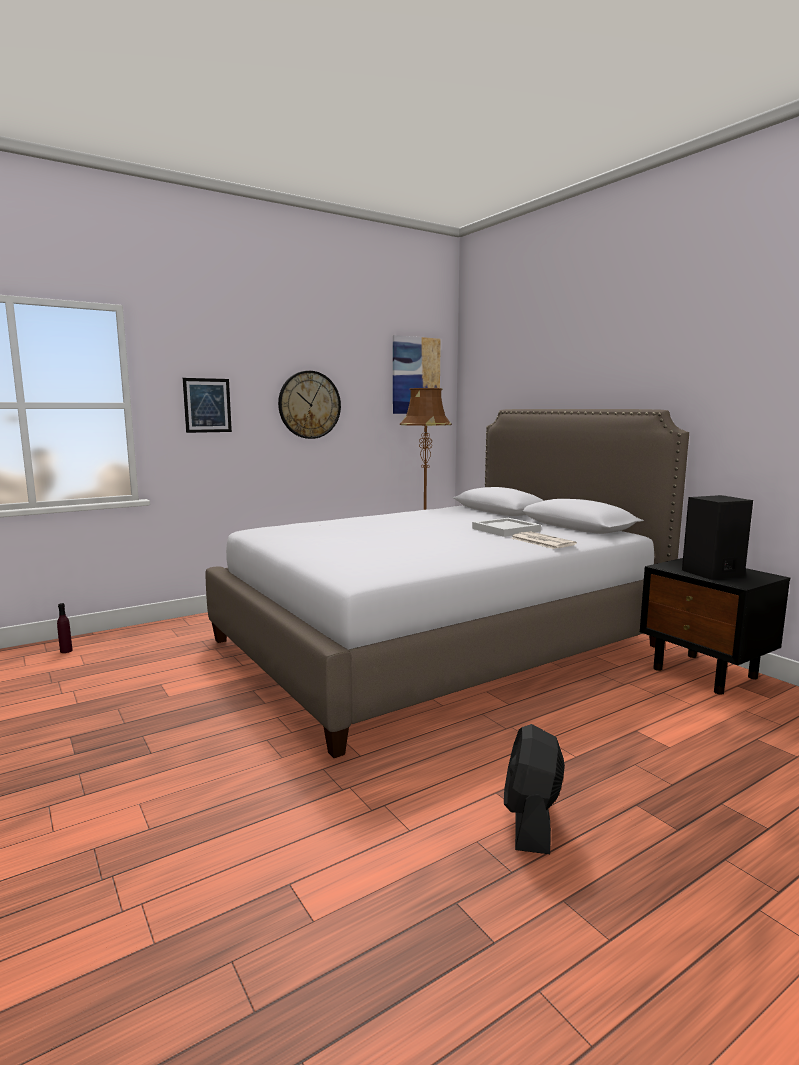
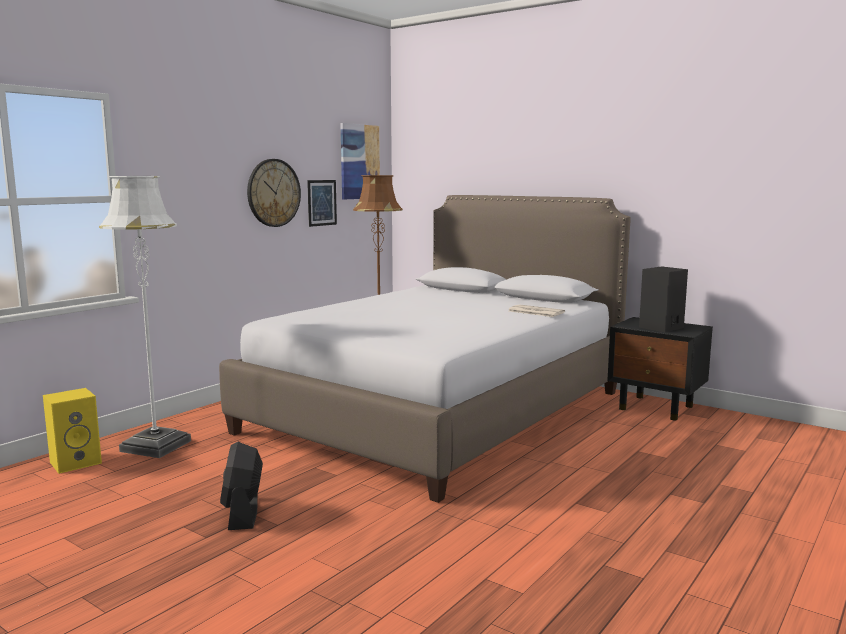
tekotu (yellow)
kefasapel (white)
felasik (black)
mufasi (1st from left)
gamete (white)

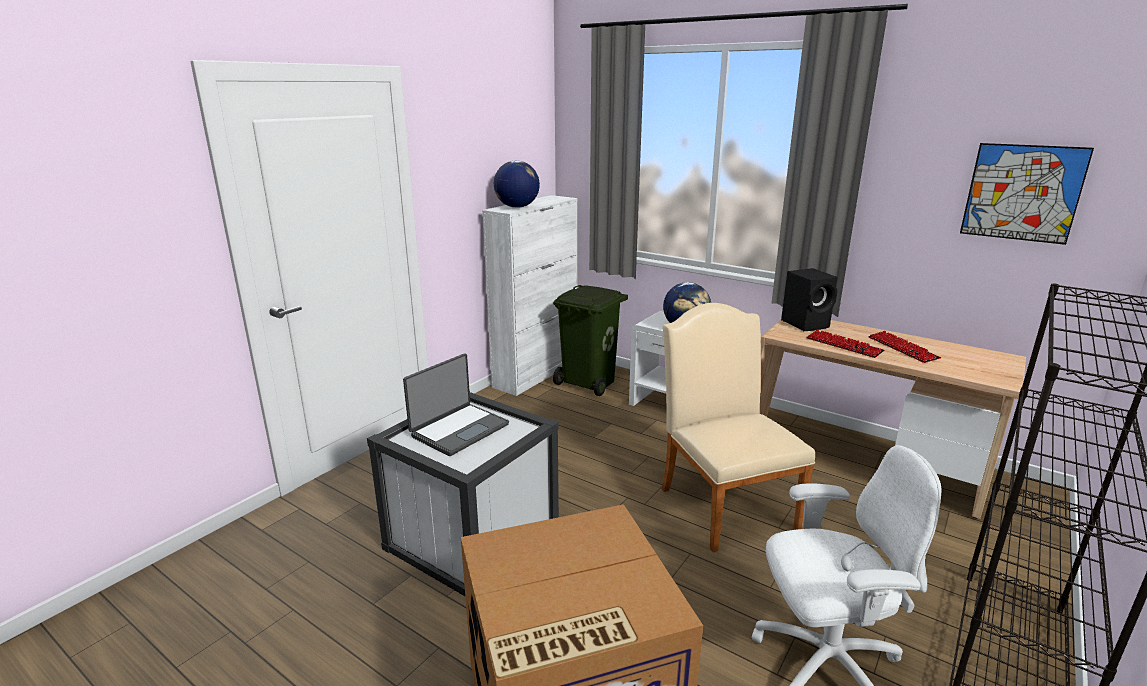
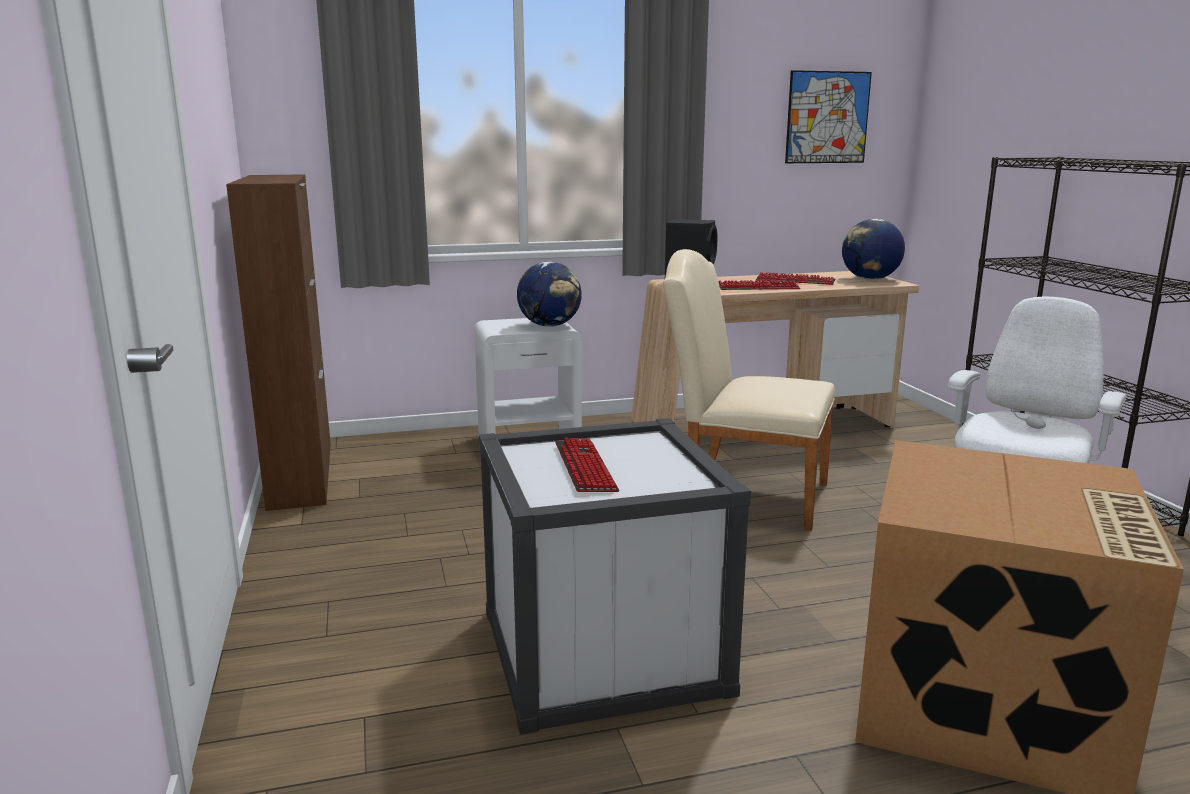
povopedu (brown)
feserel (1st from left)
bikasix (2nd from left)
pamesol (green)

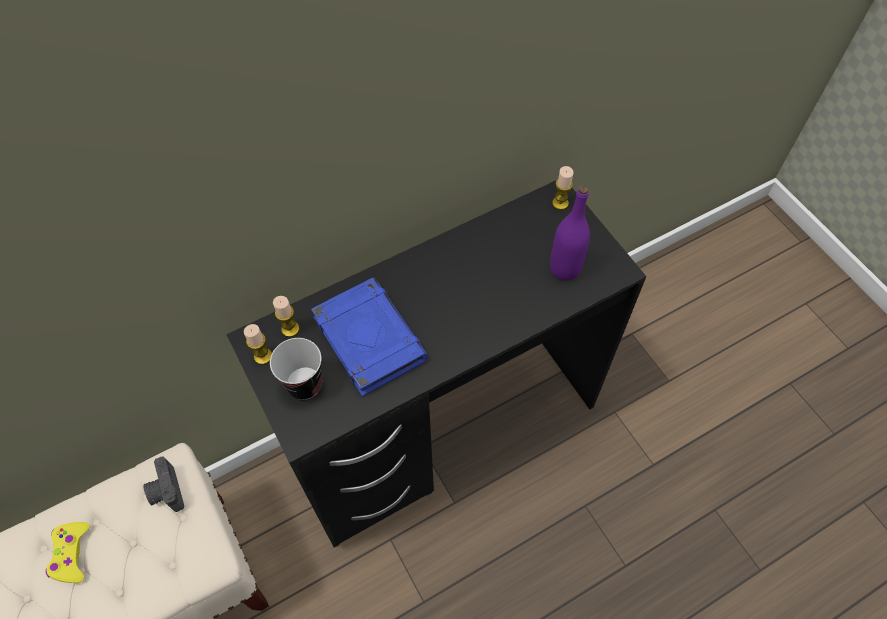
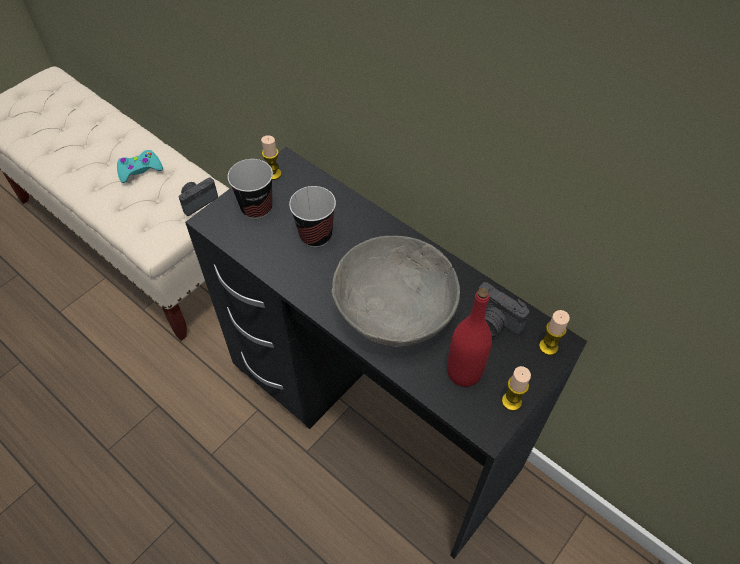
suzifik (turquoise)
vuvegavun (2nd from left)
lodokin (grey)
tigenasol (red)
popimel (2nd from left)
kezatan (2nd from left)

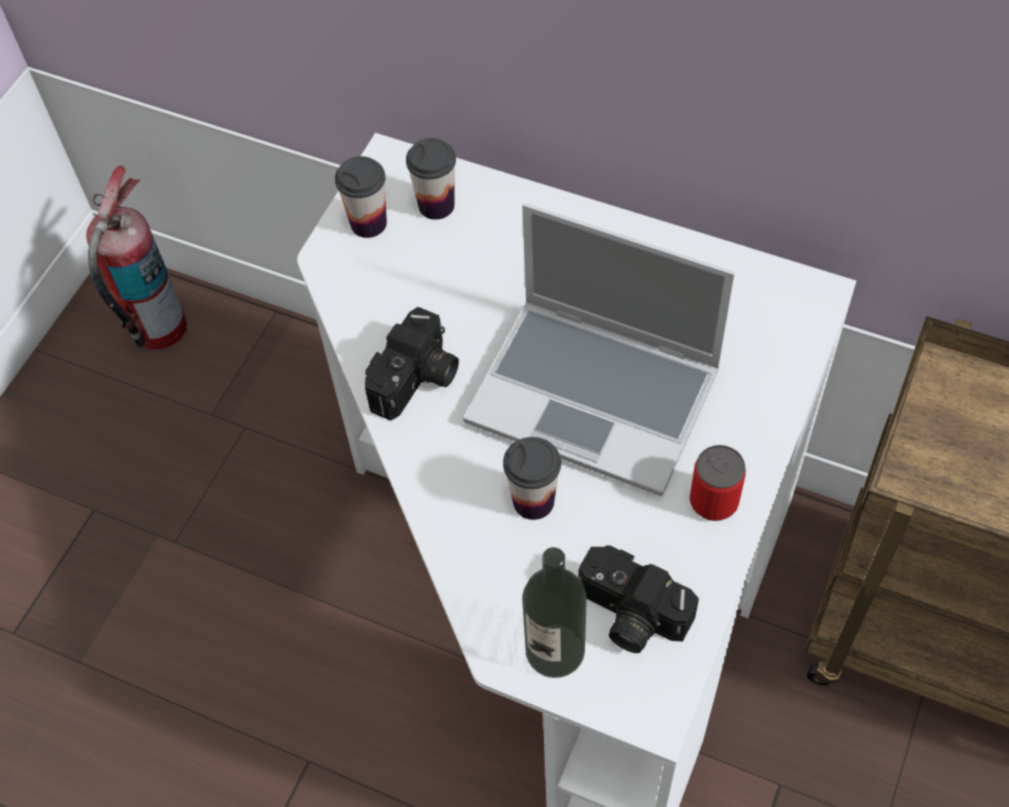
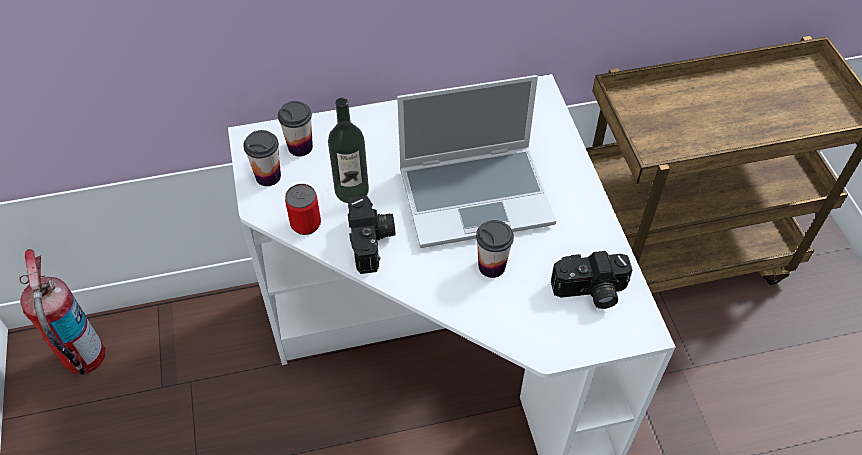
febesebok
tigenasol

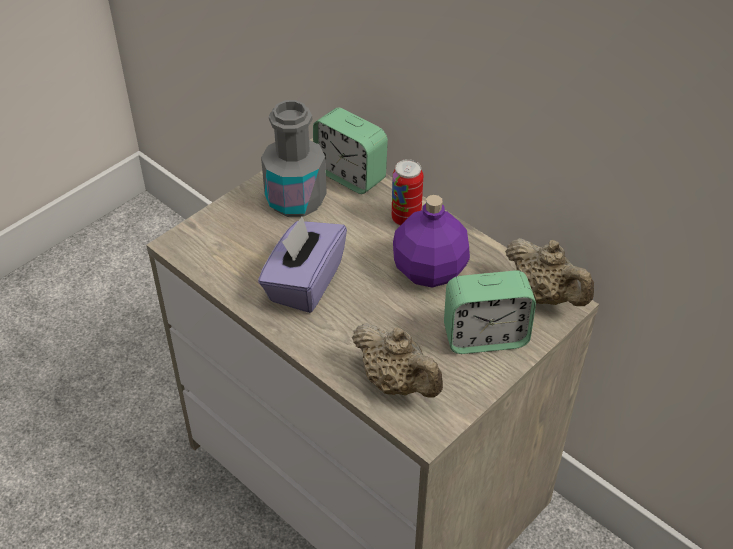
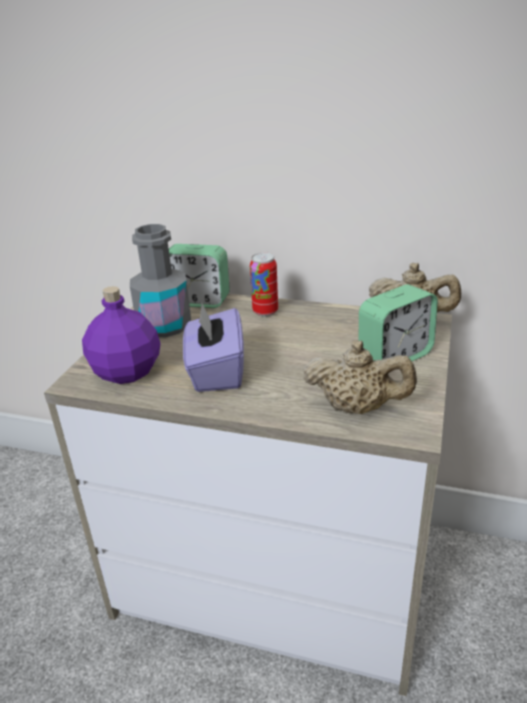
tigenasol (purple)

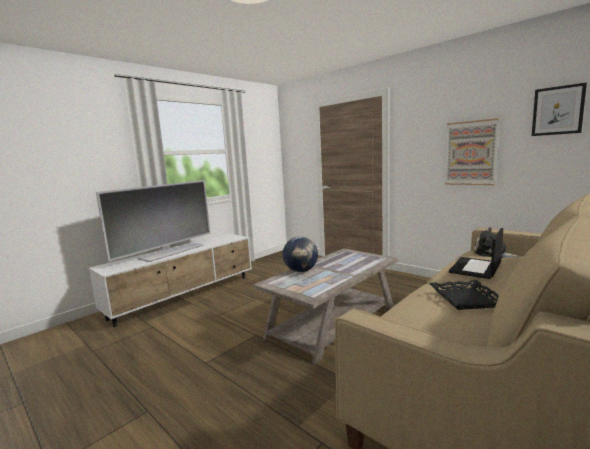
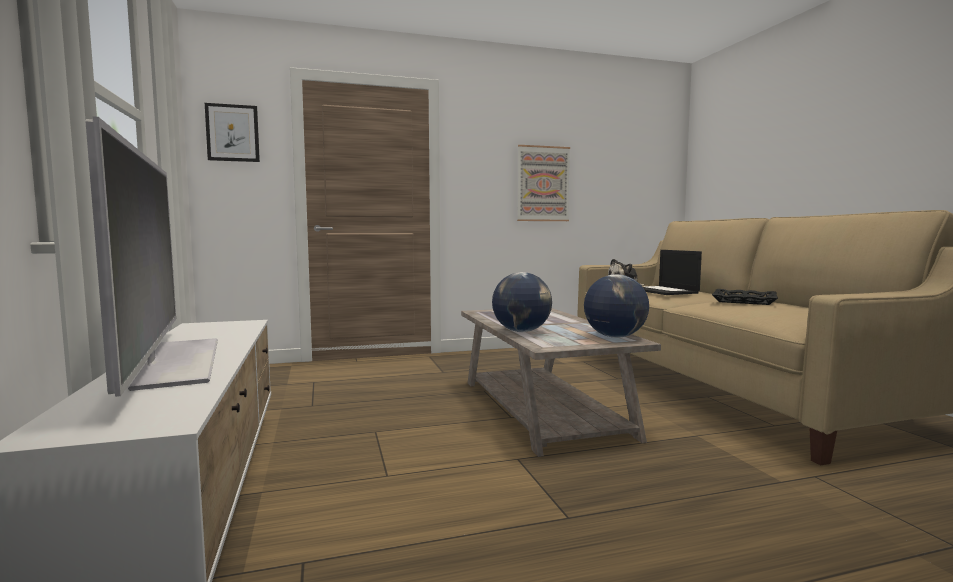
mufasi (1st from left)
bikasix (2nd from left)

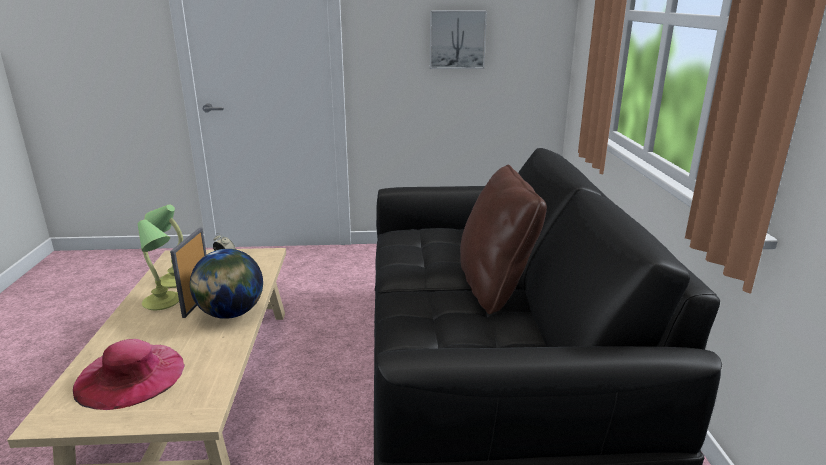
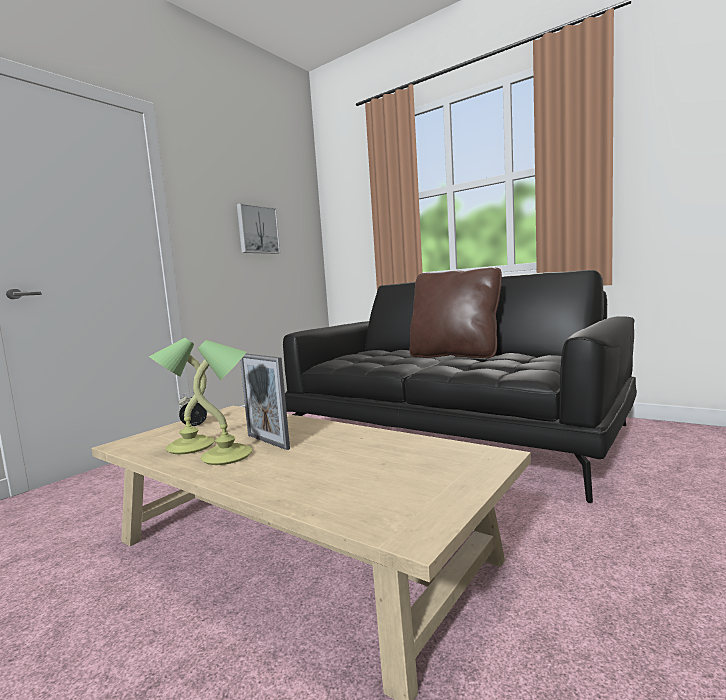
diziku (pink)
bikasix

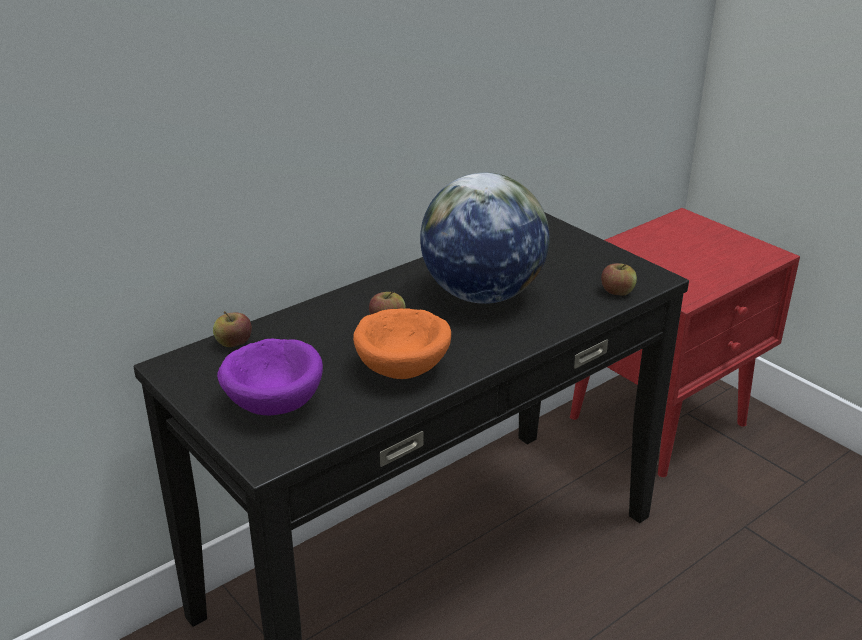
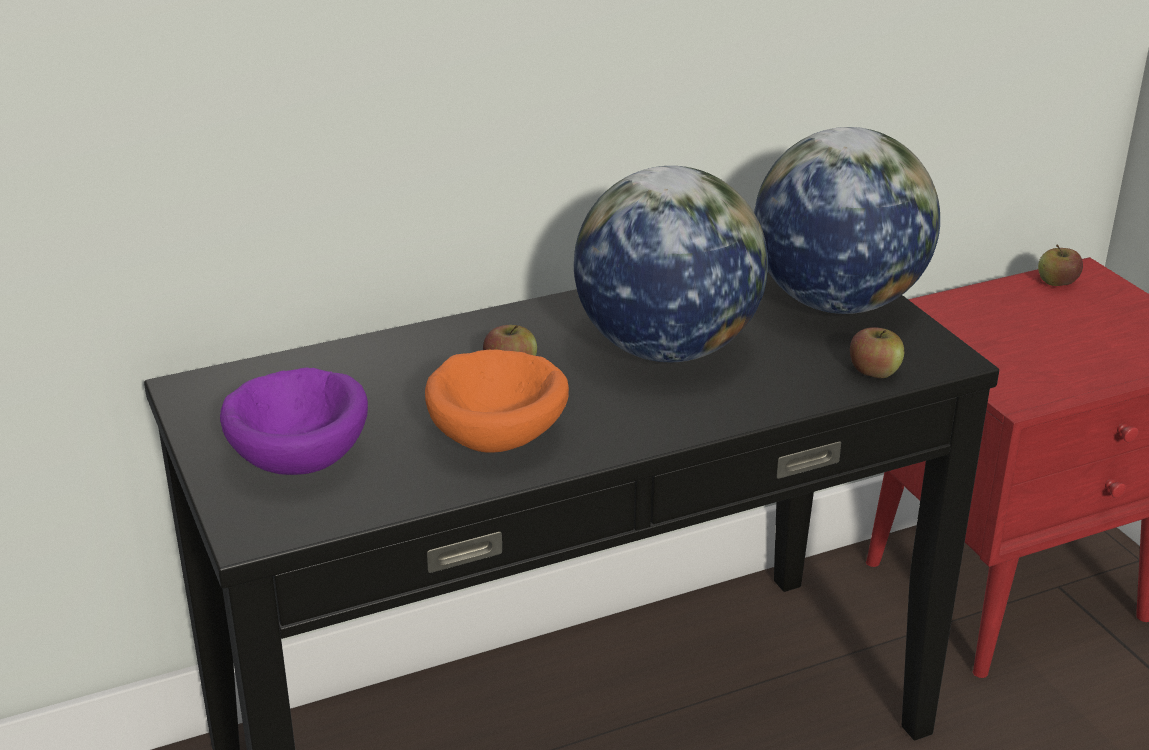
bikasix (2nd from left)
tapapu (3rd from left)

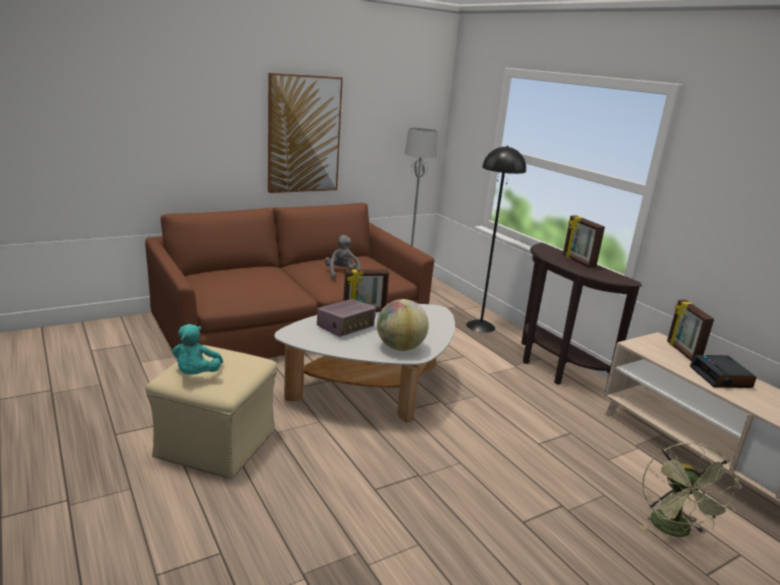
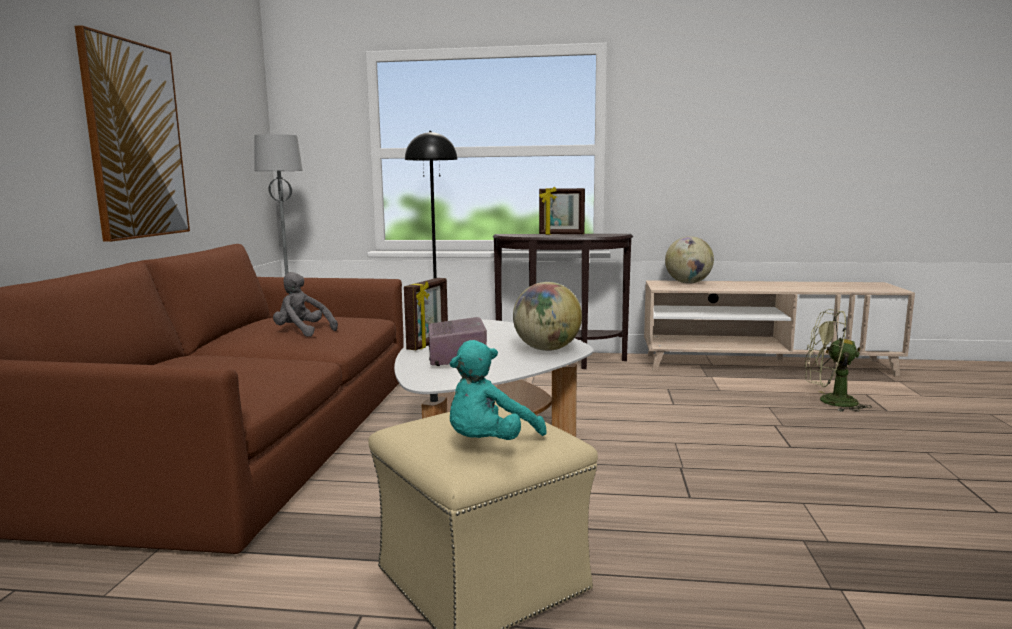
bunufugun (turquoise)
bikasix (2nd from left)
felasik (green)
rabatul

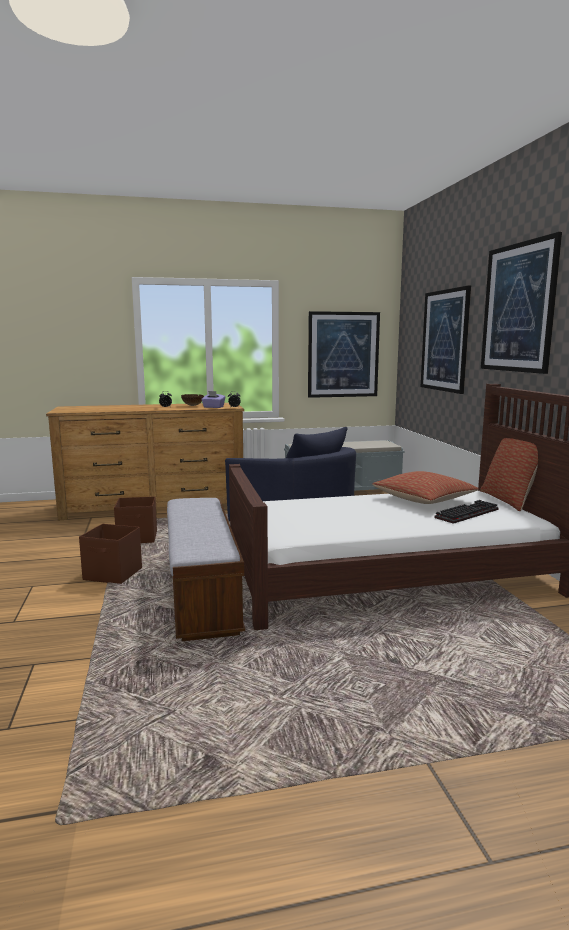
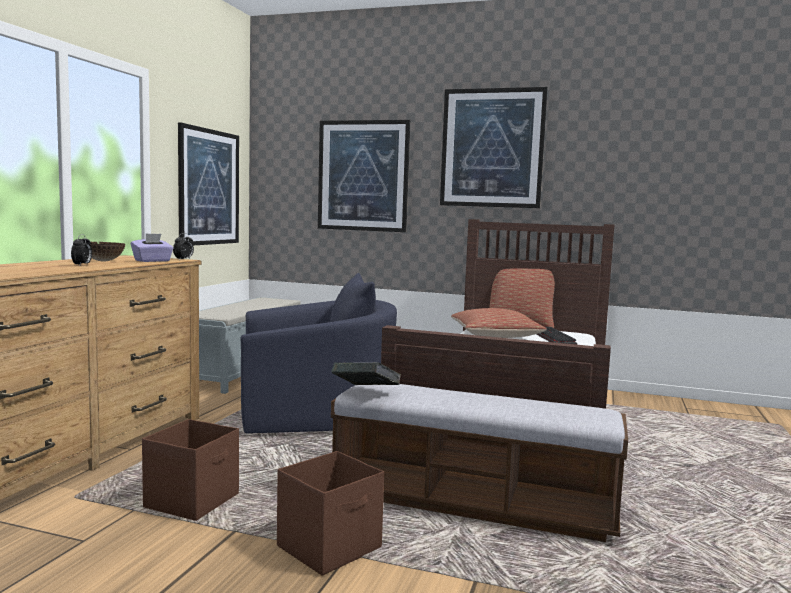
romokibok

